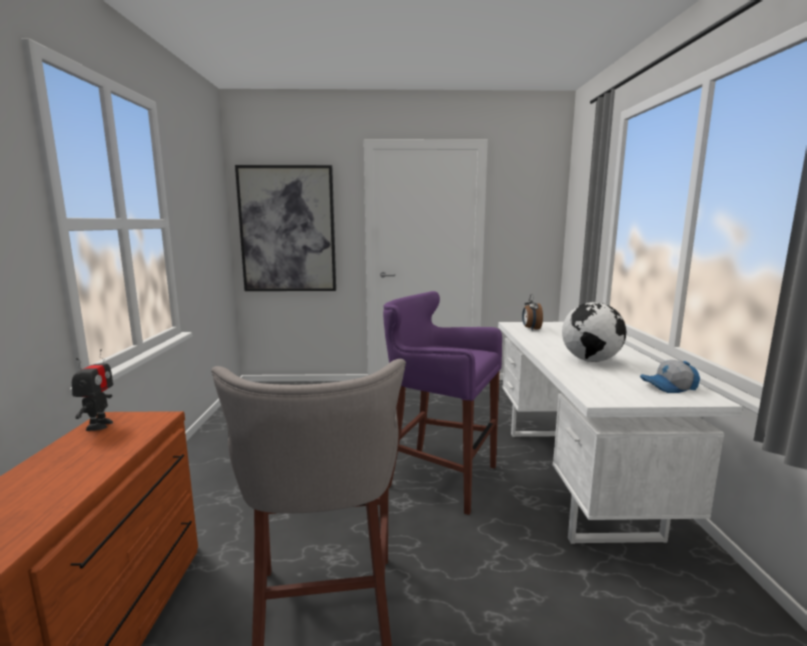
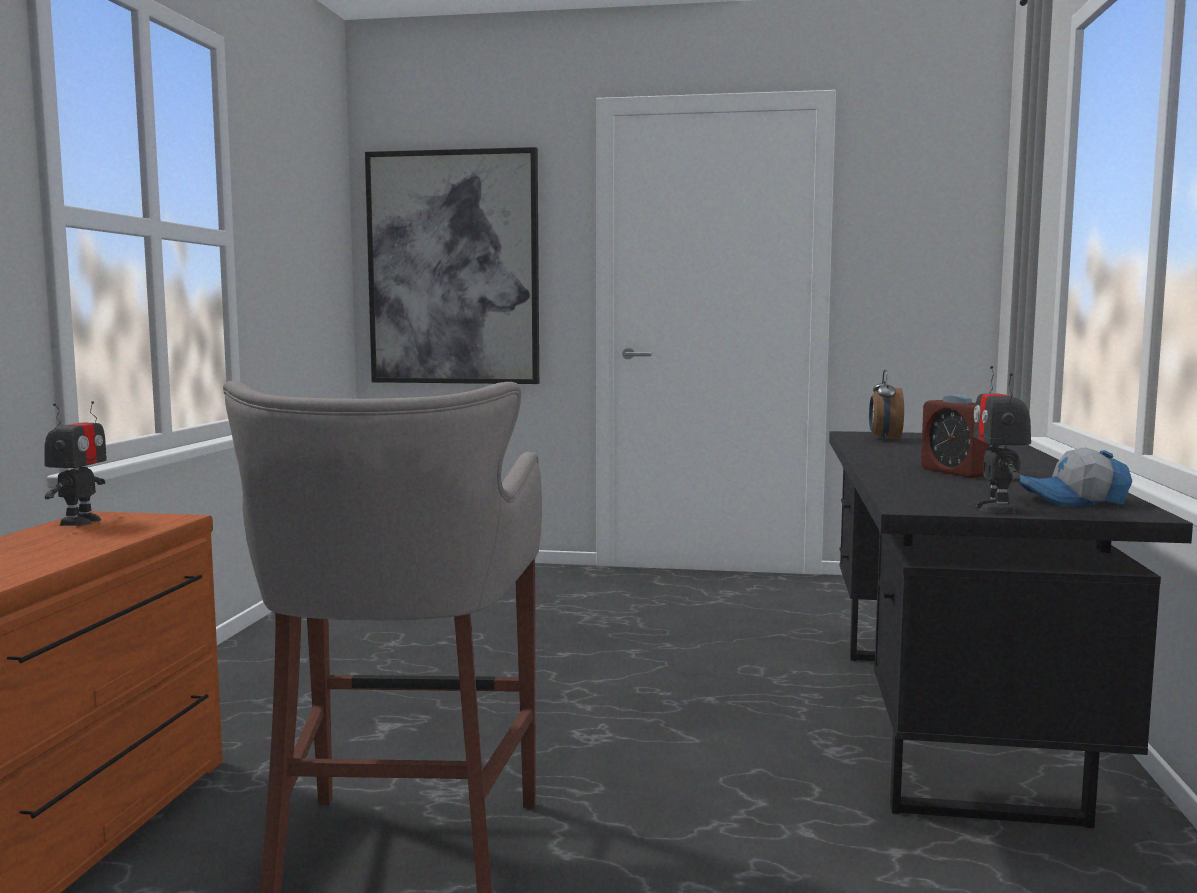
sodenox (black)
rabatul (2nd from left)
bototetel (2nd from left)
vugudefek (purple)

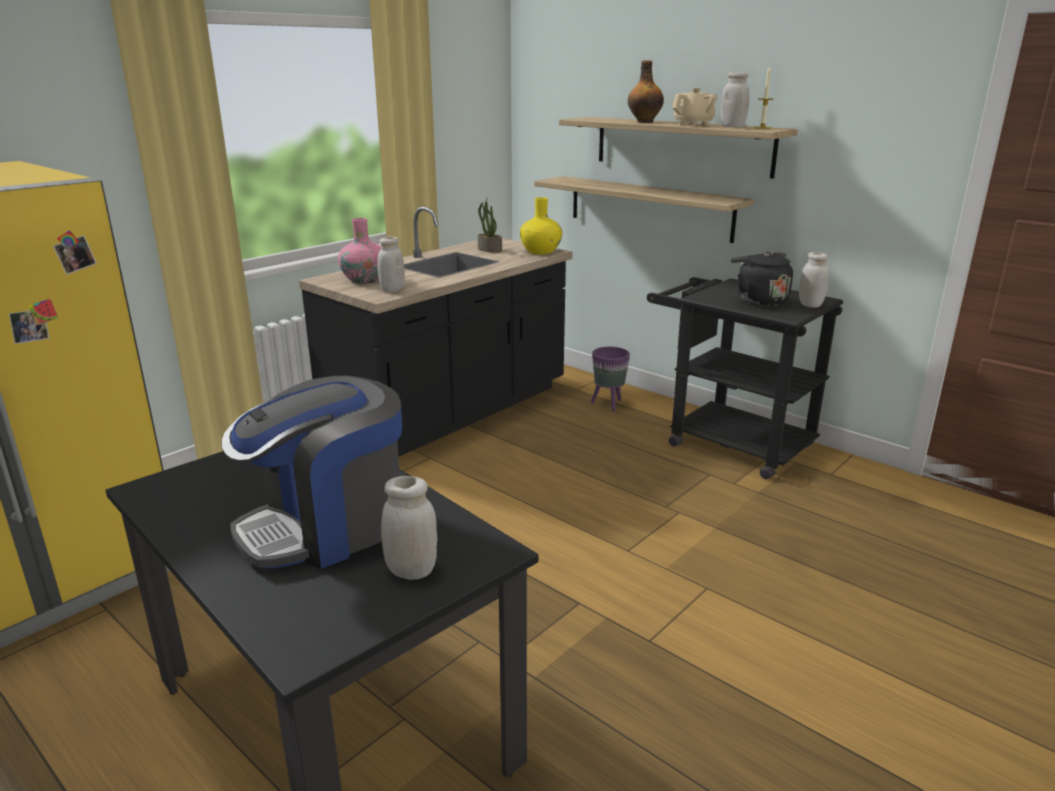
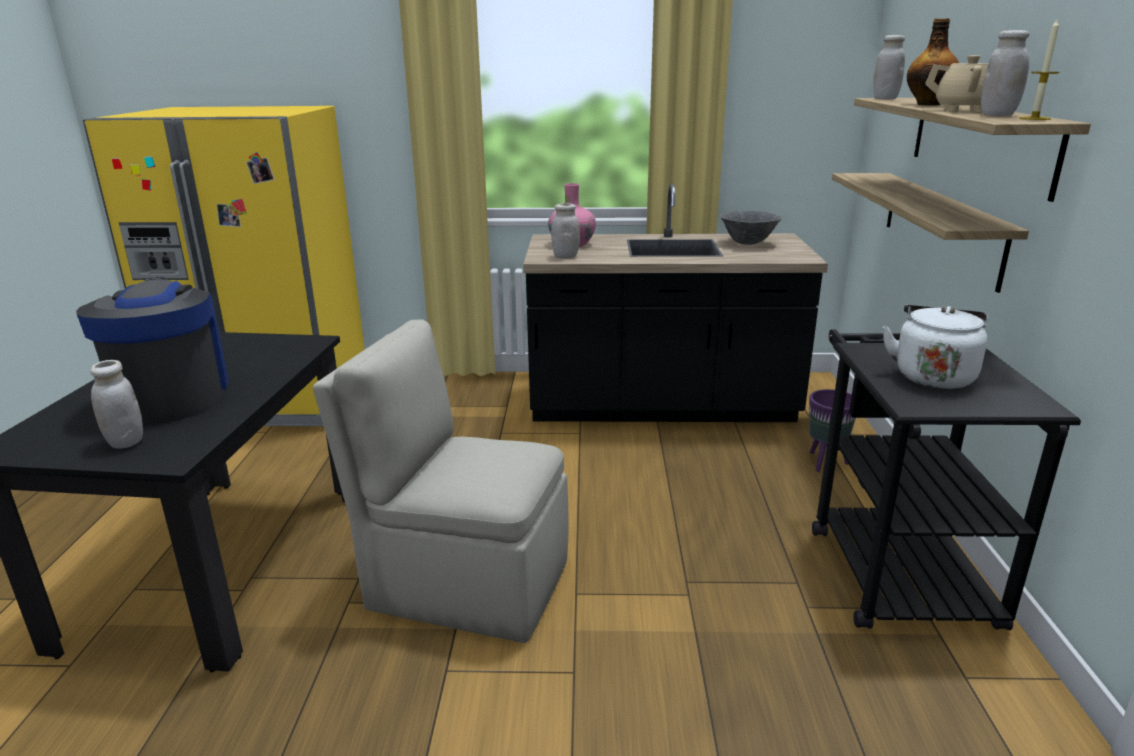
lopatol
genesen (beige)
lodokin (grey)
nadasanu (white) (3rd from left)
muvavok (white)
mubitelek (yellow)

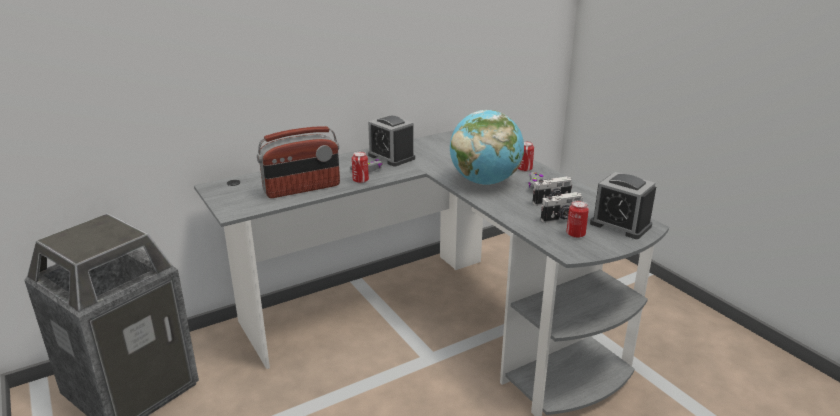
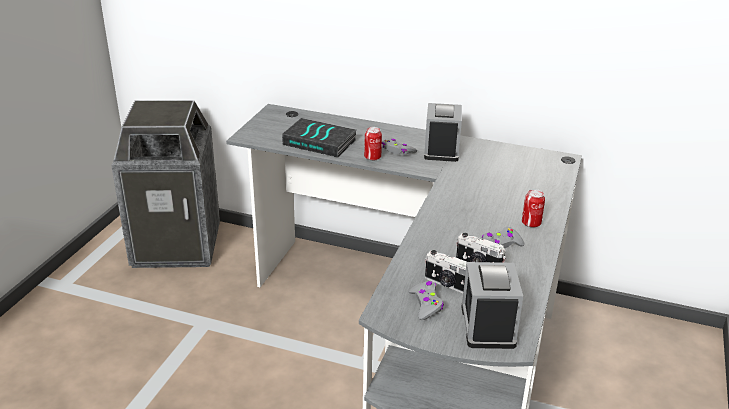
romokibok
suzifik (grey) (2nd from left)
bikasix

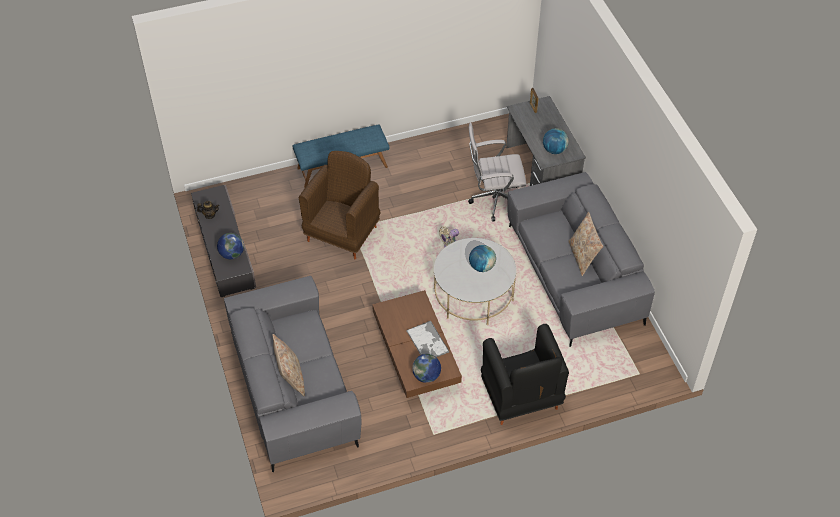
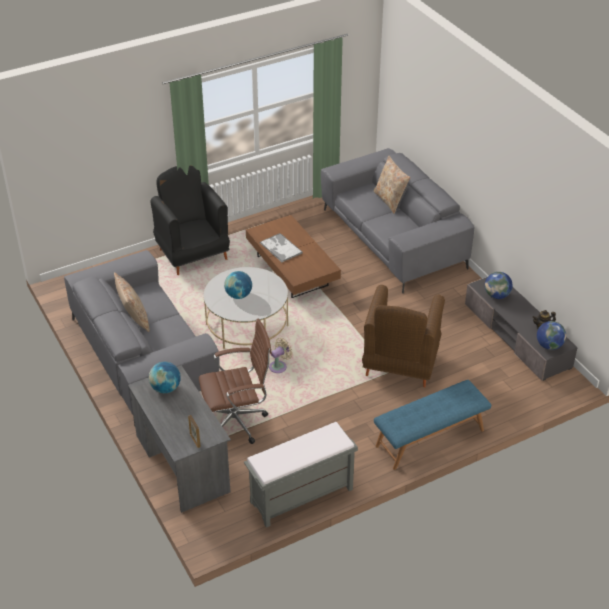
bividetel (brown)
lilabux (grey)
bikasix (4th from left)

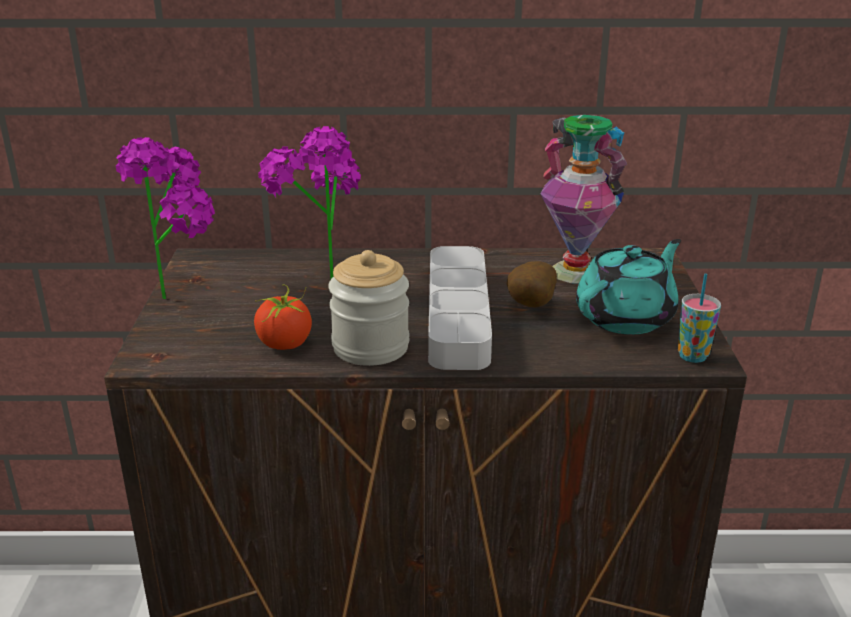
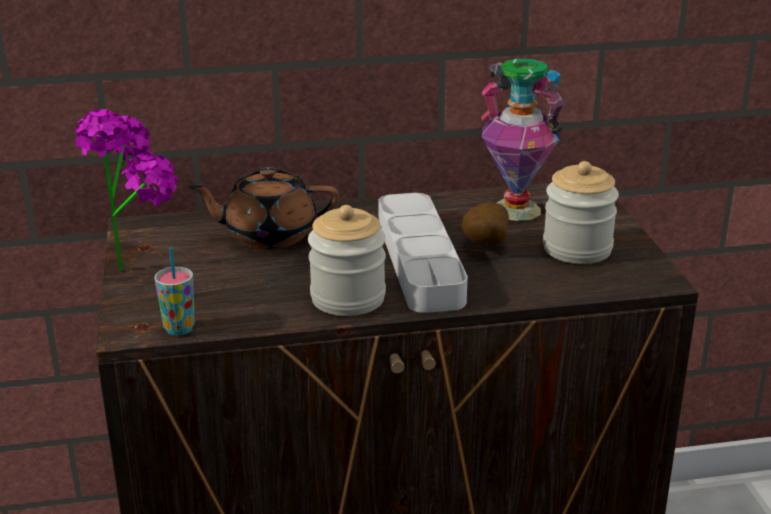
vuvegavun
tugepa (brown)
nadasanu (2nd from left)
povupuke

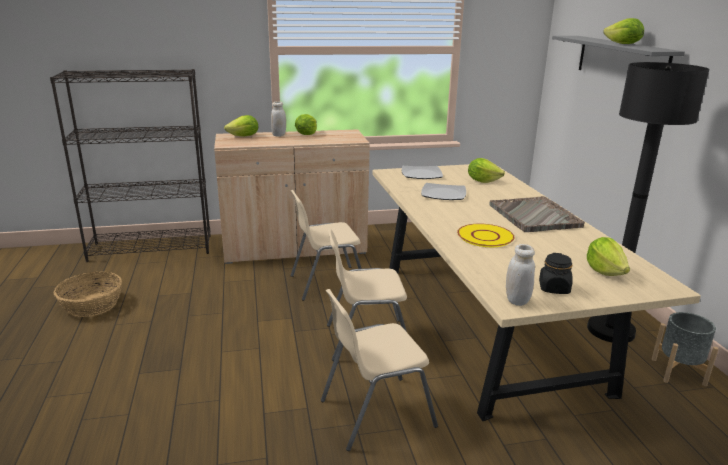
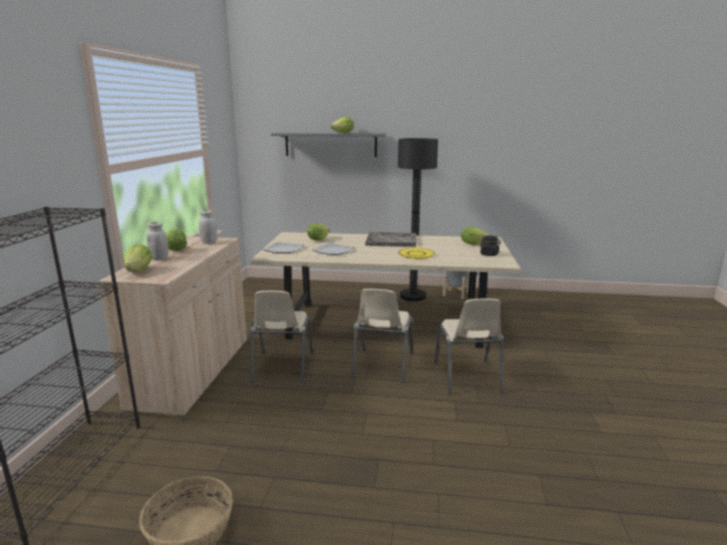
nadasanu (white) (2nd from left)

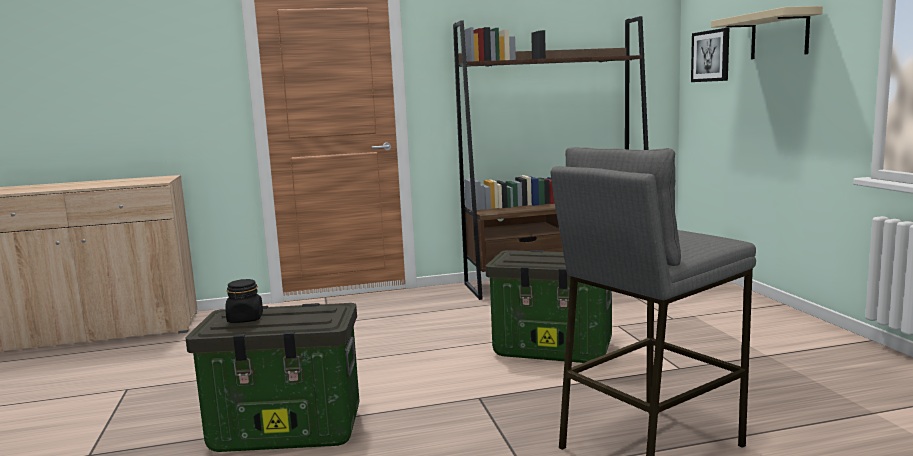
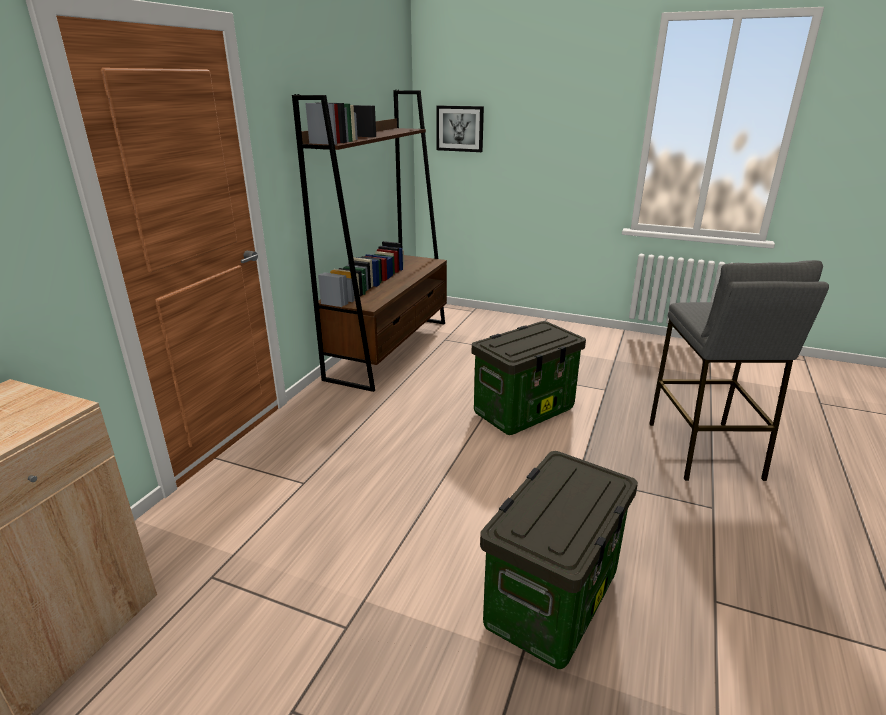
nadasanu (black)
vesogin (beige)

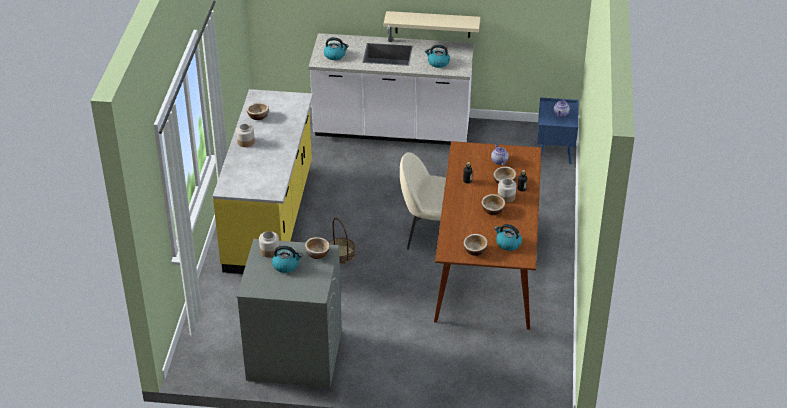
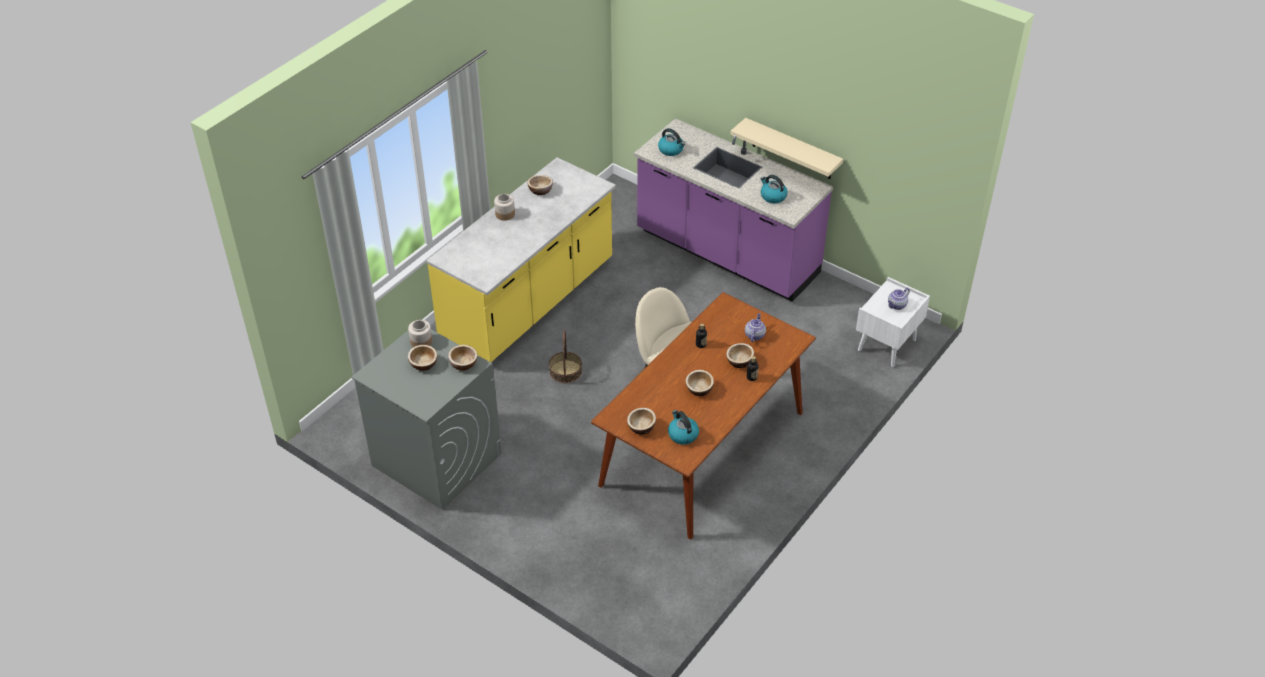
lodokin (1st from left)
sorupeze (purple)
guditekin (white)
nadasanu (3rd from left in the first image)

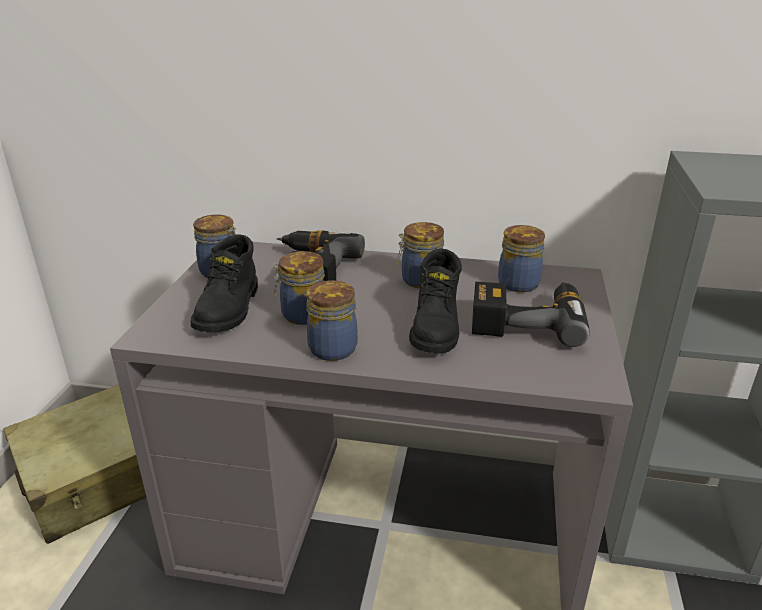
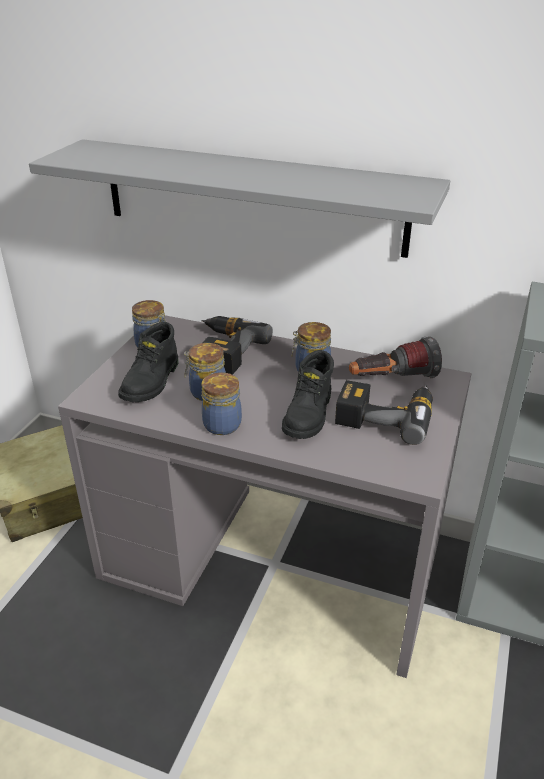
vesogin (grey)
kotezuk

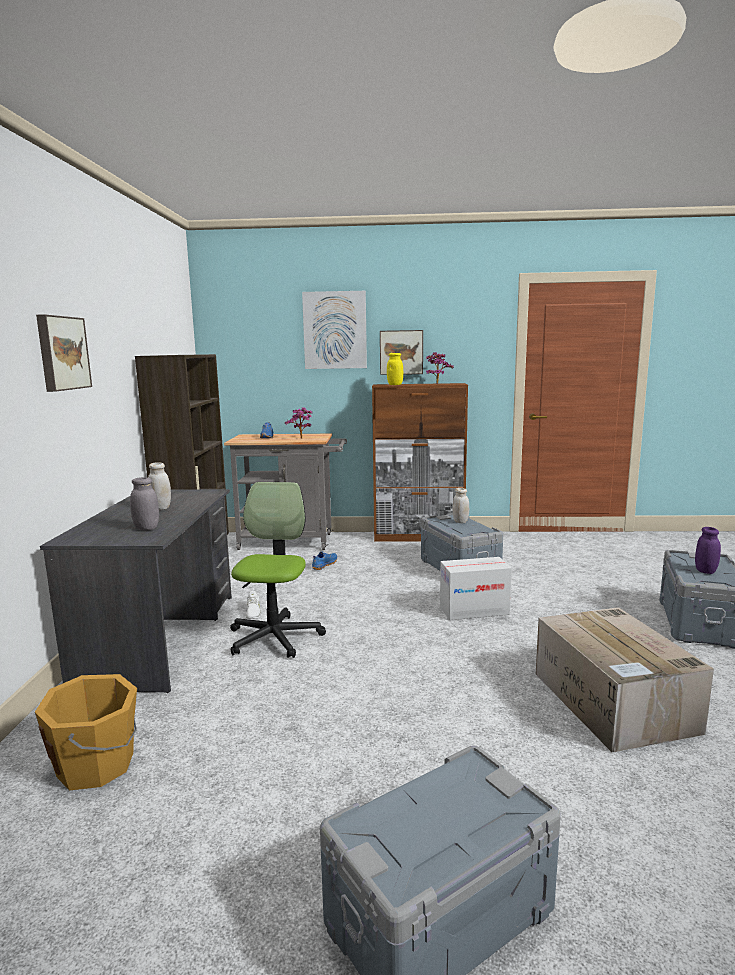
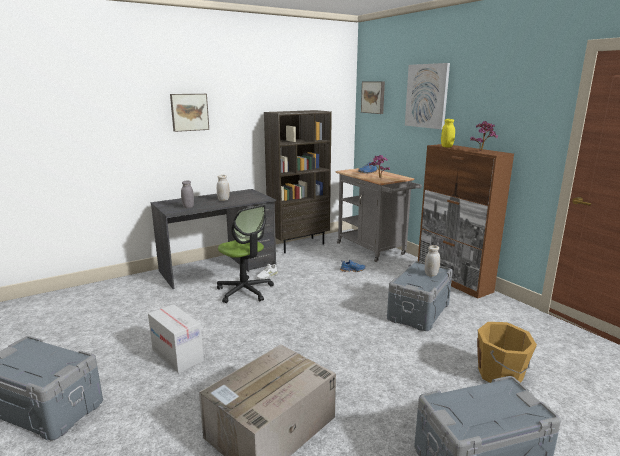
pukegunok (1st from left)
bividetel
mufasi (2nd from left)
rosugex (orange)
nadasanu (purple)

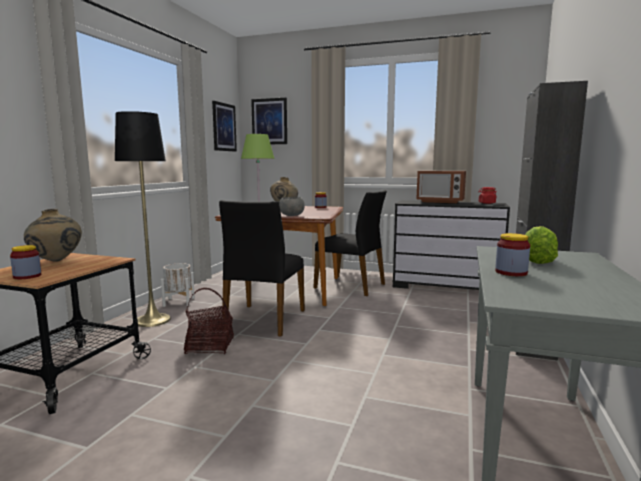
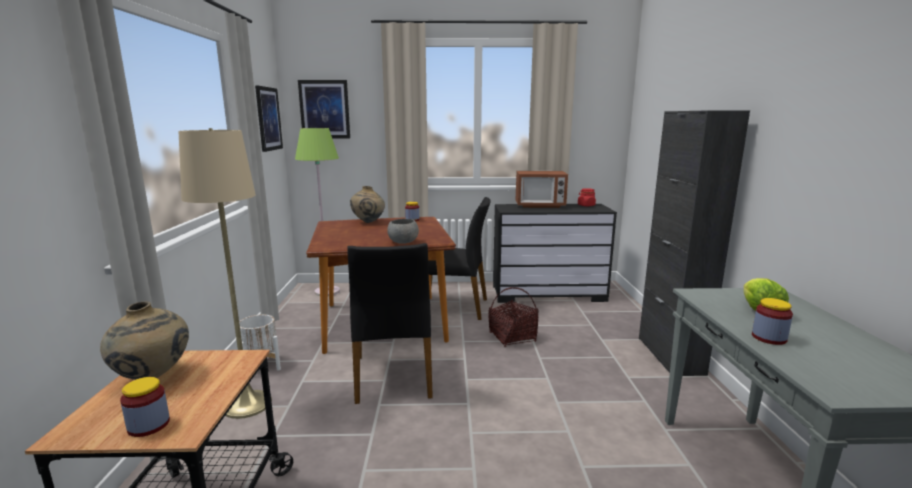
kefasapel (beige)
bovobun

